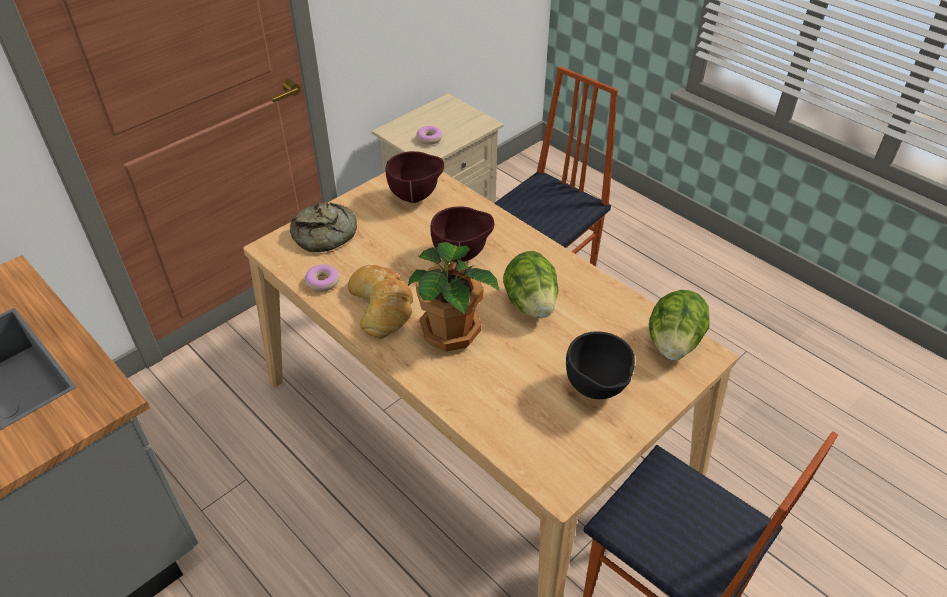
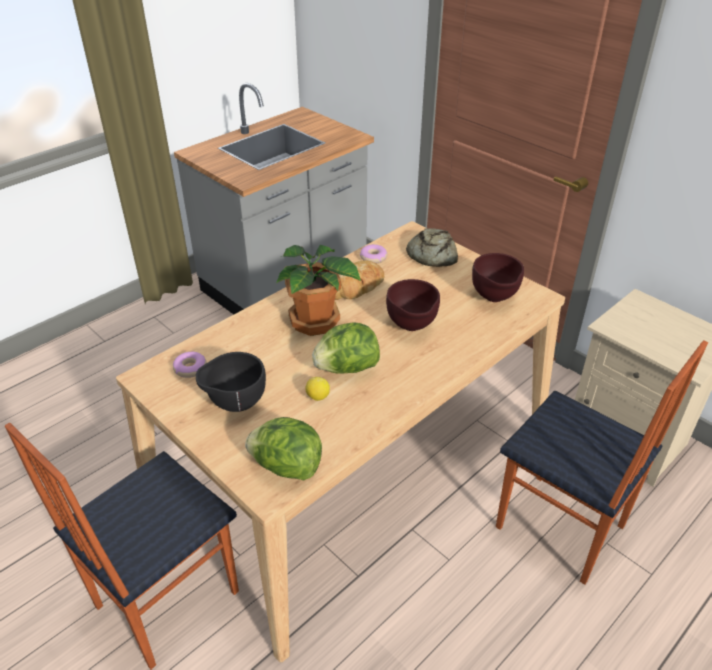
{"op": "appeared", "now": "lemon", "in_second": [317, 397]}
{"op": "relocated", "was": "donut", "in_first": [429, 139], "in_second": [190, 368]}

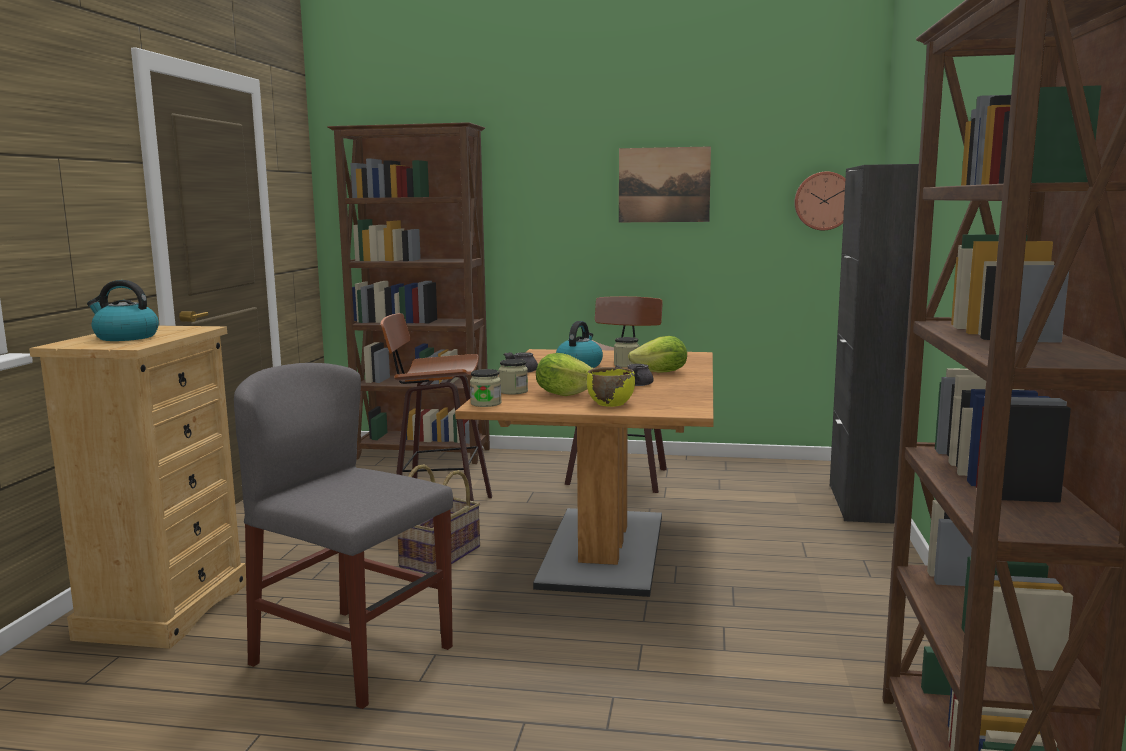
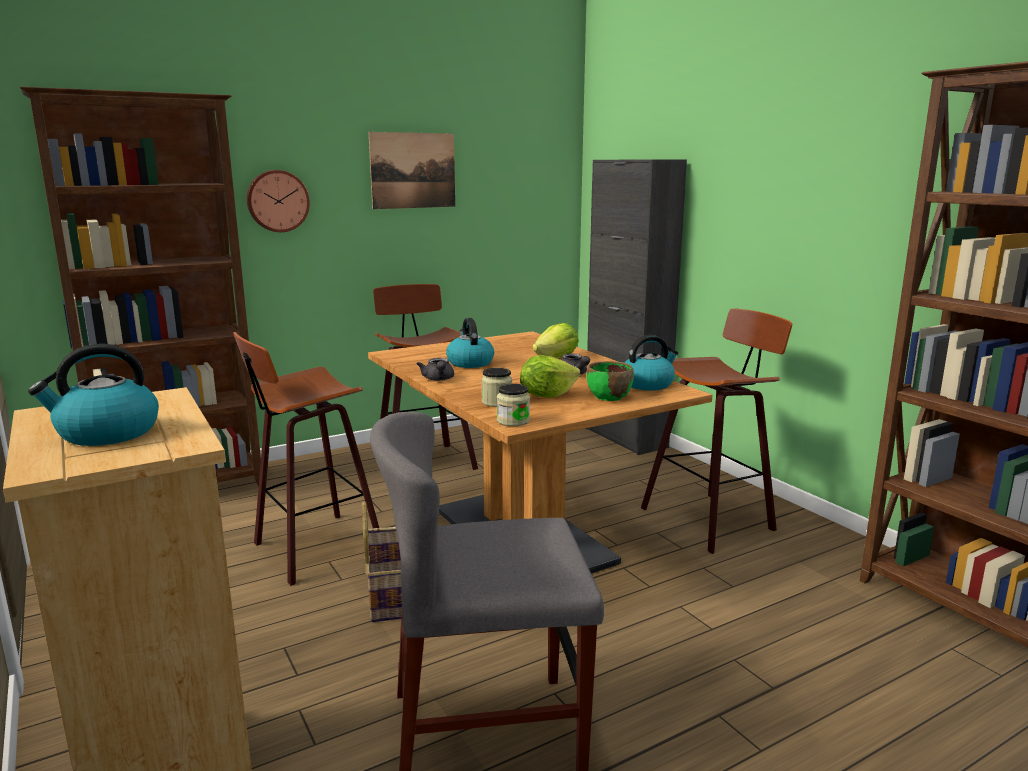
{"op": "missing", "was": "jar", "in_first": [626, 365]}
{"op": "appeared", "now": "kettle", "in_second": [648, 384]}
{"op": "appeared", "now": "stool", "in_second": [711, 519]}
{"op": "relocated", "was": "wall clock", "in_first": [823, 201], "in_second": [277, 201]}
{"op": "colour", "was": "bowl (yellow)", "now": "bowl (green)", "in_first": [610, 403], "in_second": [609, 397]}

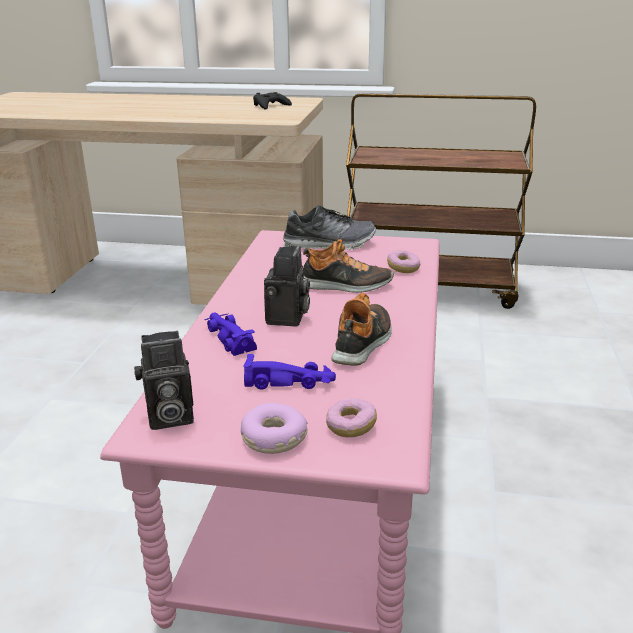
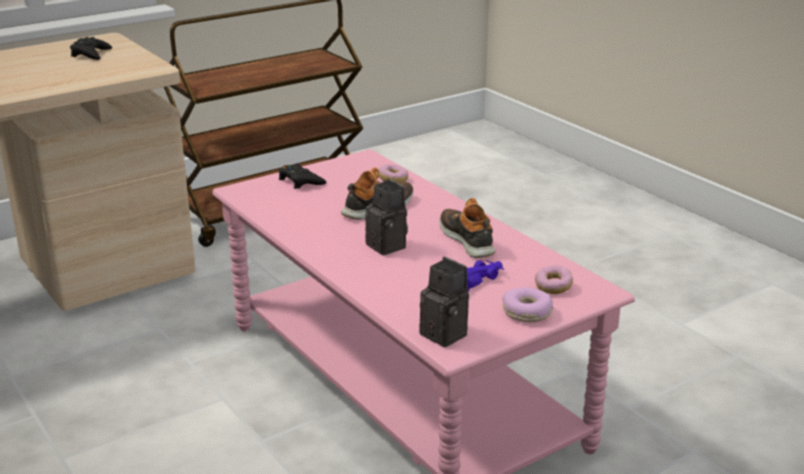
{"op": "missing", "was": "toy car (purple)", "in_first": [228, 337]}
{"op": "exchanged", "was": "shoe", "now": "game controller (black)", "in_first": [329, 245], "in_second": [300, 181]}
{"op": "spun", "was": "photo camera", "in_first": [167, 418], "in_second": [447, 334], "clockwise": -75}

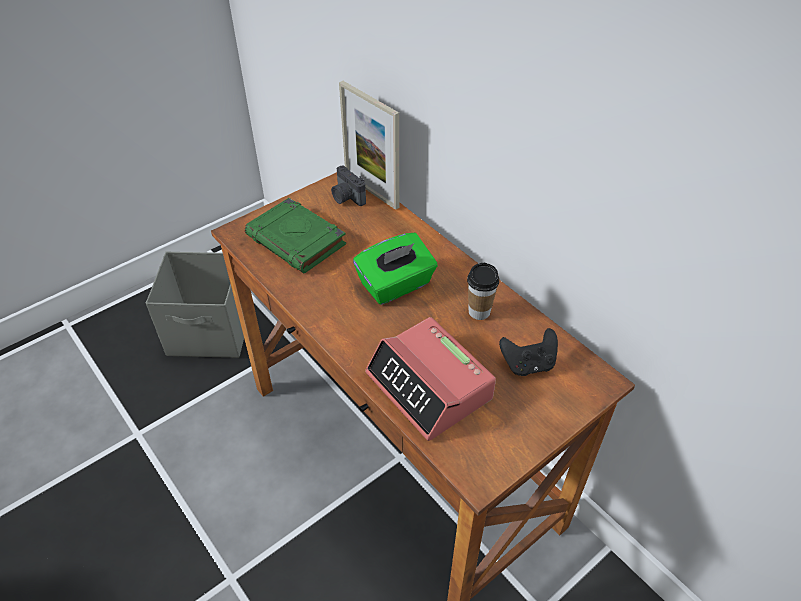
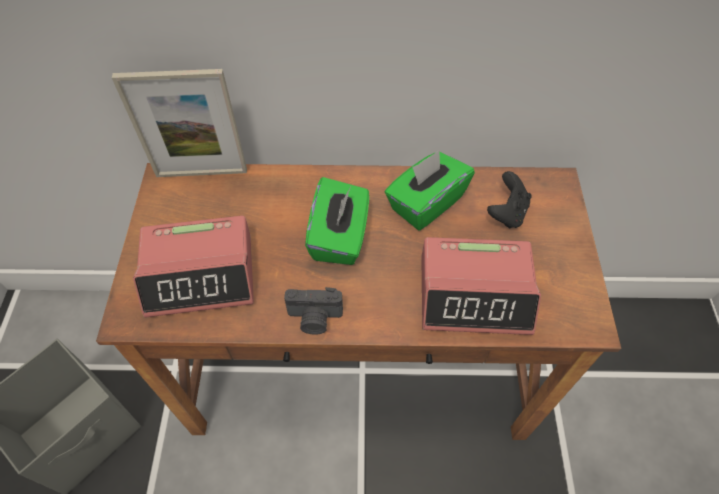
{"op": "relocated", "was": "photo camera", "in_first": [347, 197], "in_second": [314, 319]}
{"op": "exchanged", "was": "book (green)", "now": "alarm clock", "in_first": [297, 241], "in_second": [201, 274]}
{"op": "exchanged", "was": "cup", "now": "tissue box (green)", "in_first": [479, 312], "in_second": [425, 203]}

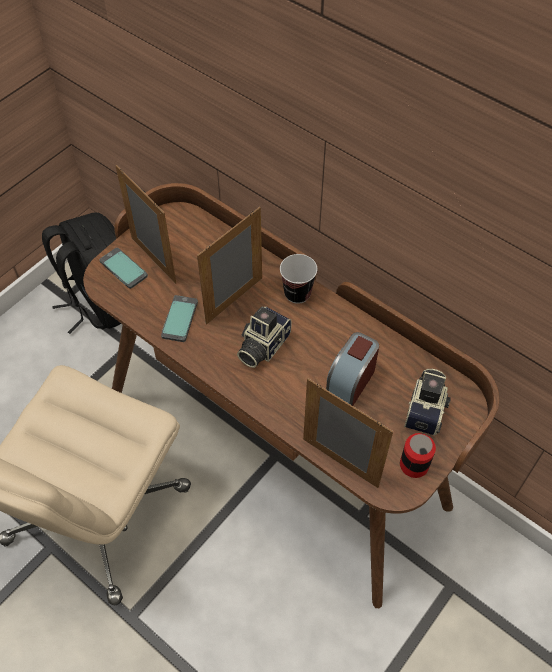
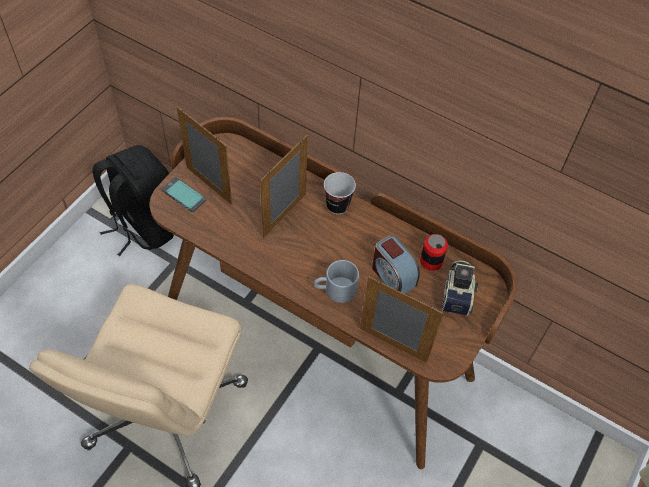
{"op": "missing", "was": "phone", "in_first": [179, 319]}
{"op": "missing", "was": "photo camera", "in_first": [262, 346]}
{"op": "appeared", "now": "mug (grey)", "in_second": [335, 290]}
{"op": "relocated", "was": "can", "in_first": [414, 465], "in_second": [431, 261]}
{"op": "spun", "was": "alarm clock", "in_first": [351, 380], "in_second": [392, 276], "clockwise": -60}

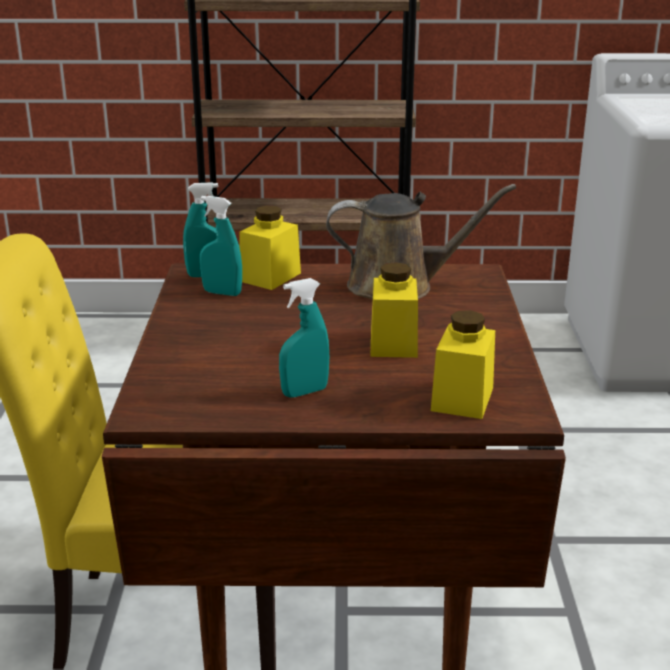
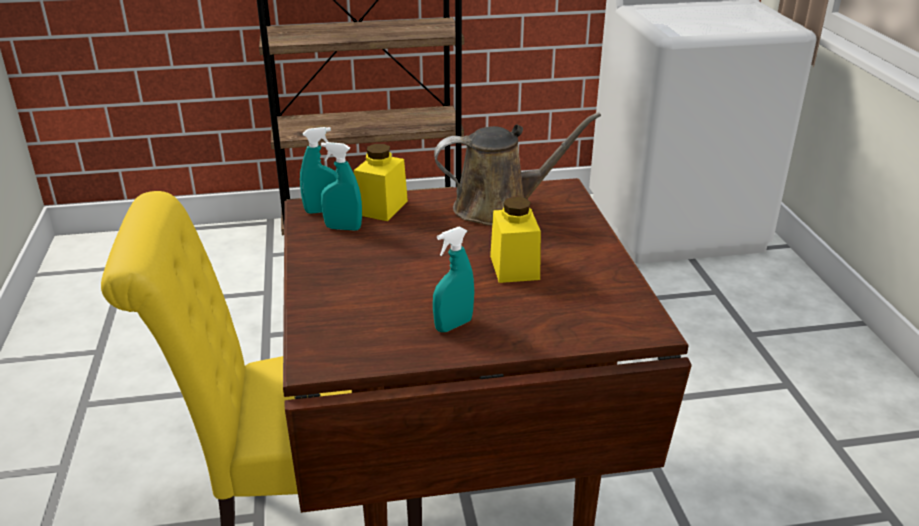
{"op": "missing", "was": "jar (yellow)", "in_first": [462, 399]}

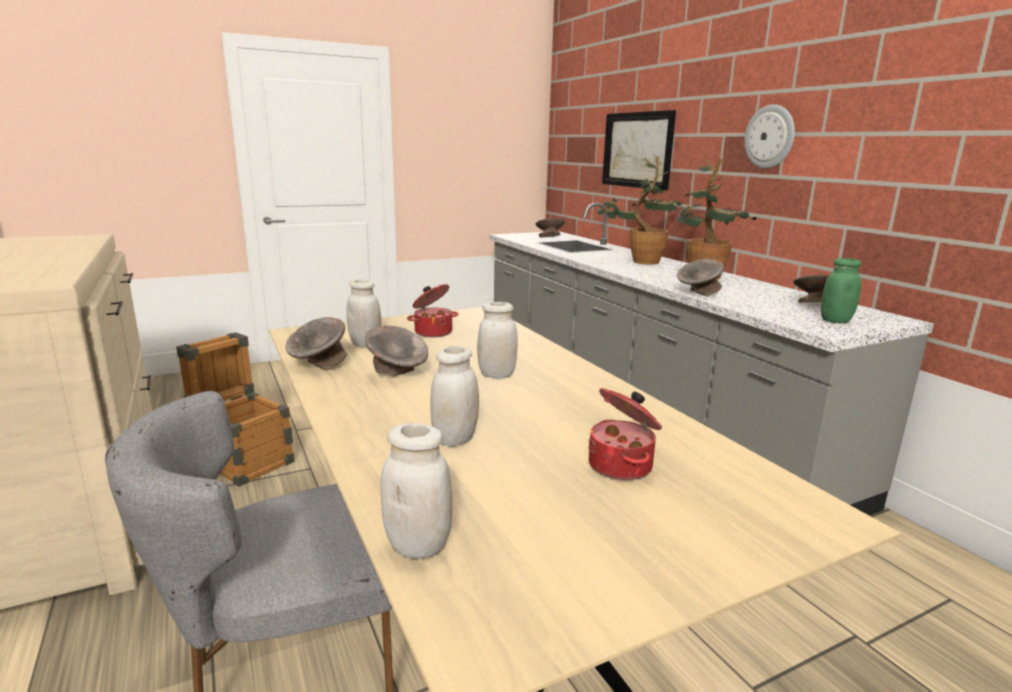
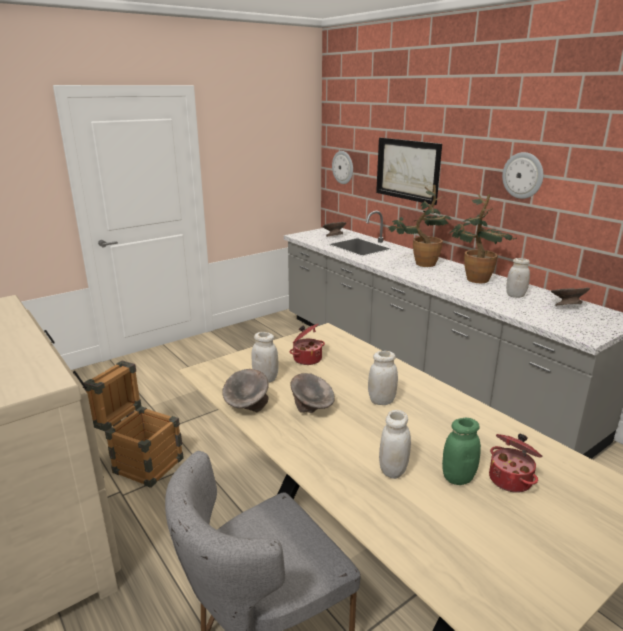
{"op": "missing", "was": "bowl (grey)", "in_first": [698, 293]}
{"op": "appeared", "now": "wall clock", "in_second": [343, 167]}
{"op": "relocated", "was": "jar (white)", "in_first": [418, 546], "in_second": [515, 295]}
{"op": "relocated", "was": "jar (green)", "in_first": [835, 320], "in_second": [458, 478]}

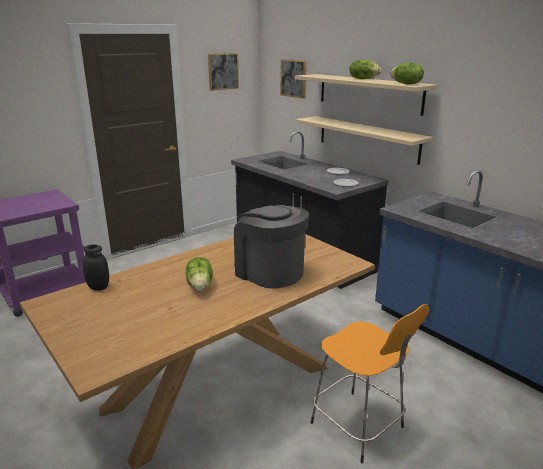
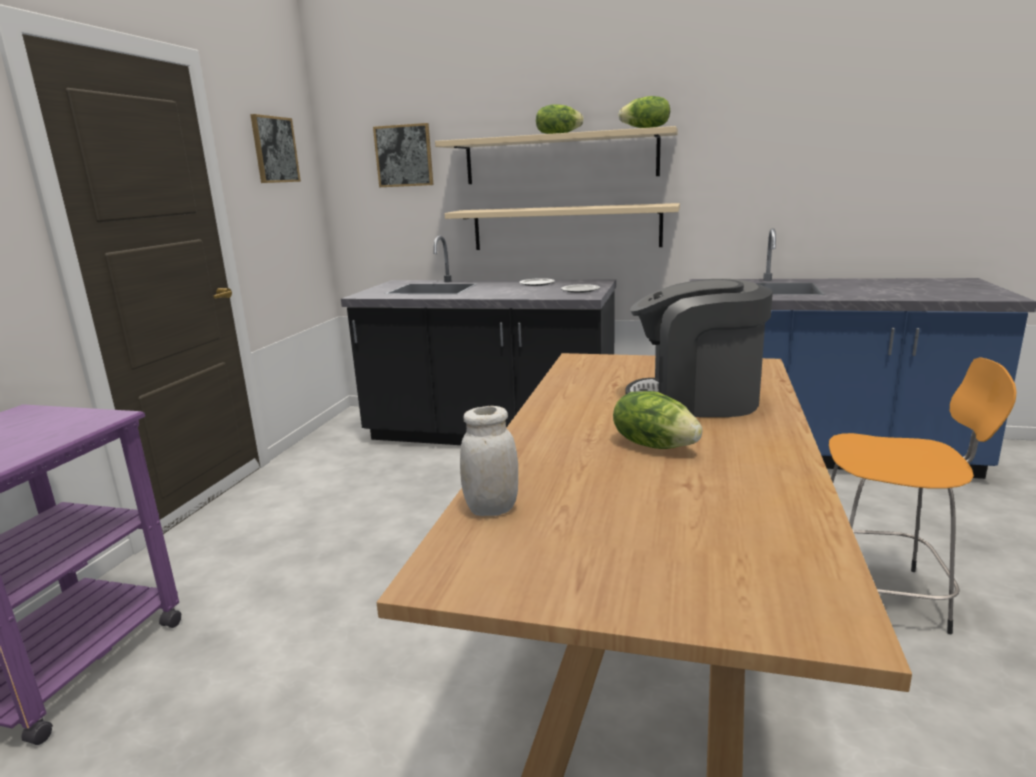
{"op": "colour", "was": "jar (black)", "now": "jar (white)", "in_first": [98, 287], "in_second": [491, 509]}

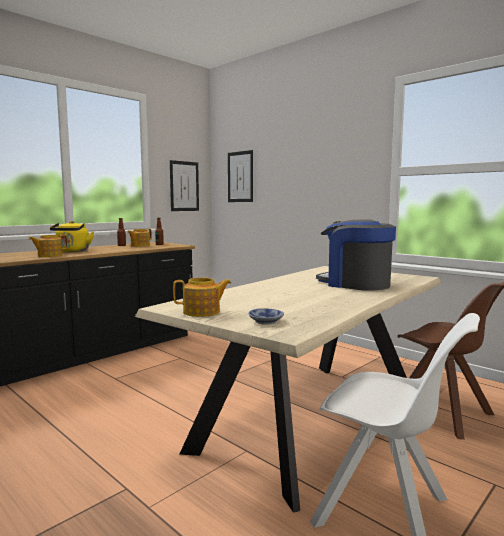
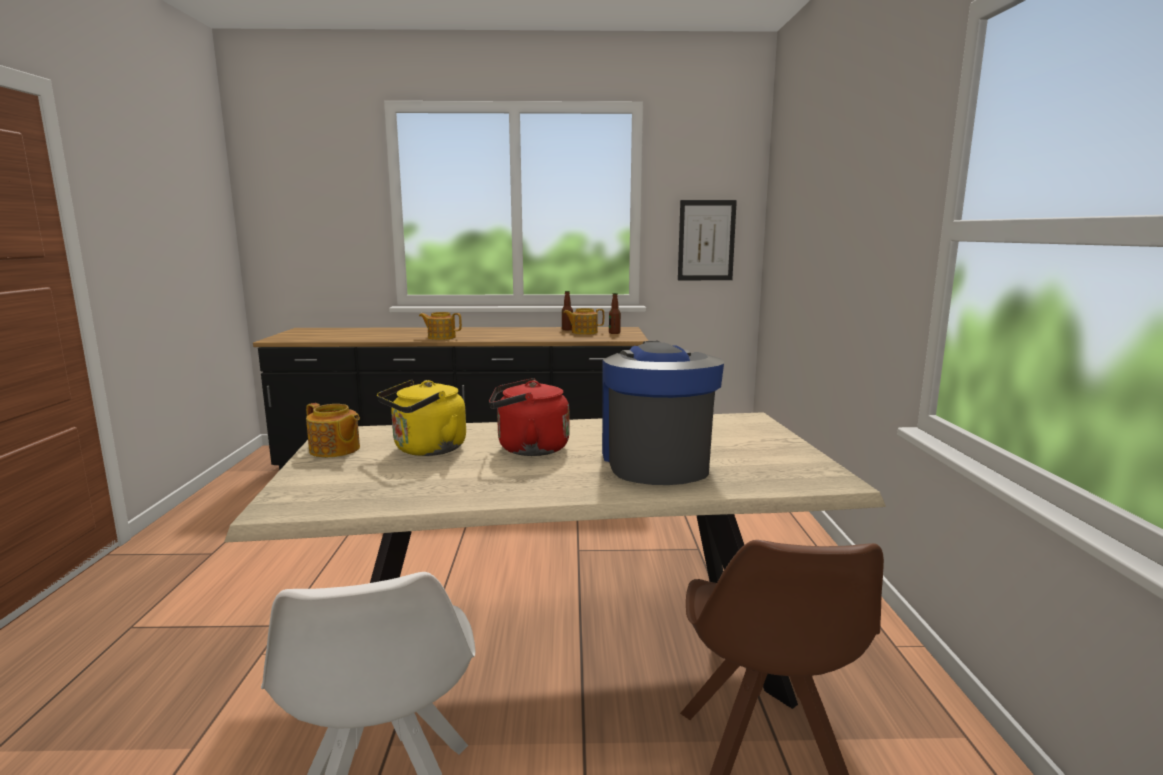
{"op": "missing", "was": "picture", "in_first": [240, 177]}
{"op": "missing", "was": "bowl", "in_first": [264, 321]}
{"op": "appeared", "now": "kettle (red)", "in_second": [528, 449]}
{"op": "relocated", "was": "kettle (yellow)", "in_first": [72, 251], "in_second": [426, 450]}

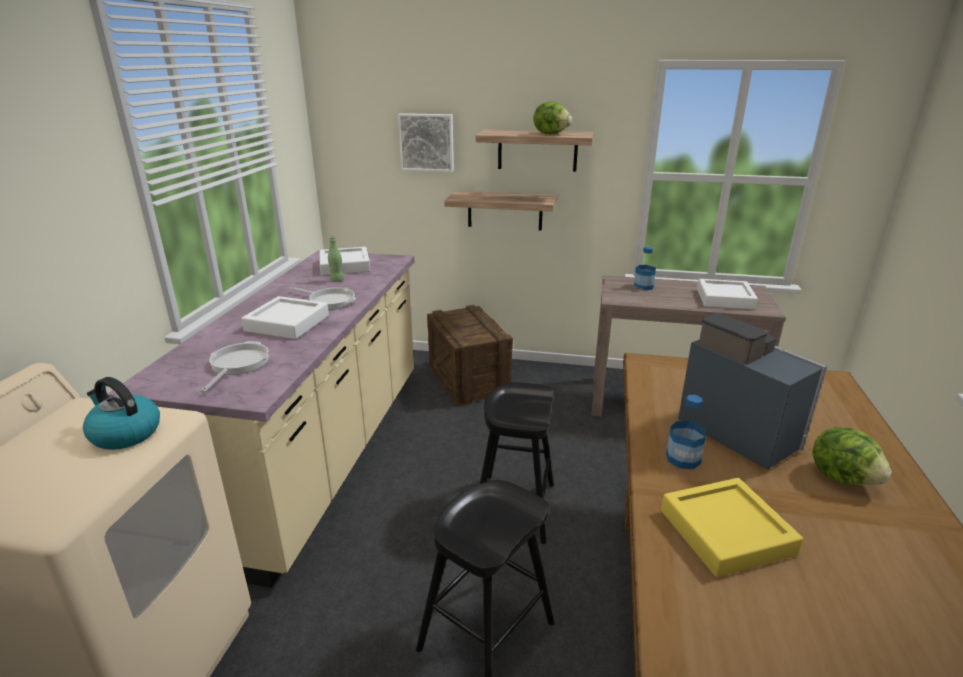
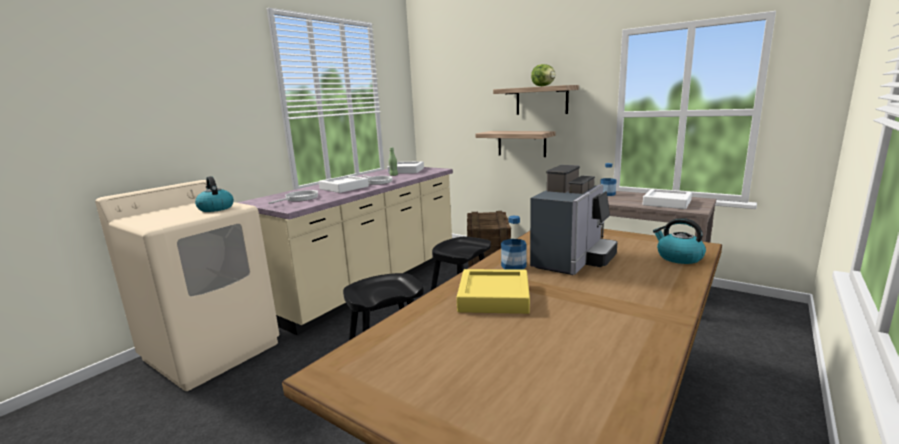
{"op": "missing", "was": "picture", "in_first": [427, 142]}
{"op": "missing", "was": "lettuce", "in_first": [843, 477]}
{"op": "appeared", "now": "kettle", "in_second": [678, 257]}
{"op": "spun", "was": "coffee machine", "in_first": [737, 431], "in_second": [572, 260], "clockwise": 45}

